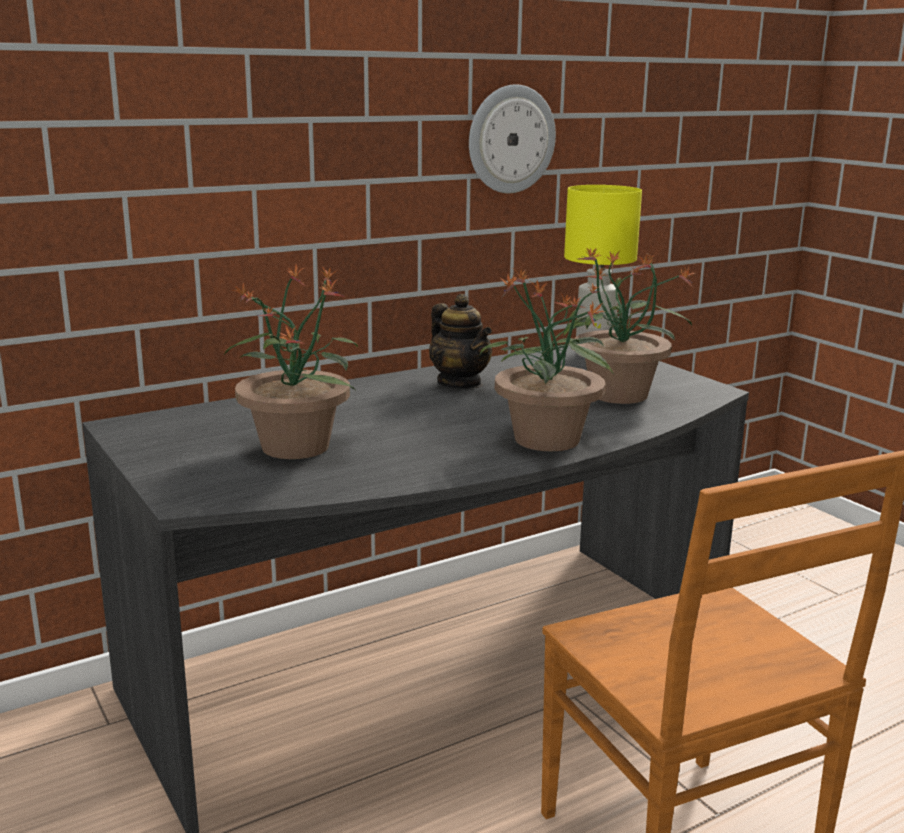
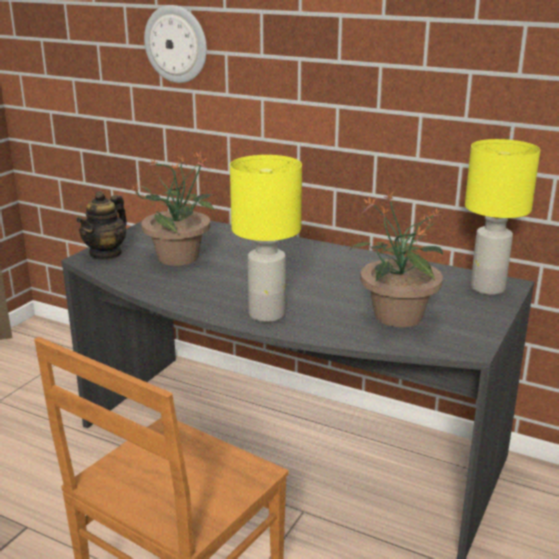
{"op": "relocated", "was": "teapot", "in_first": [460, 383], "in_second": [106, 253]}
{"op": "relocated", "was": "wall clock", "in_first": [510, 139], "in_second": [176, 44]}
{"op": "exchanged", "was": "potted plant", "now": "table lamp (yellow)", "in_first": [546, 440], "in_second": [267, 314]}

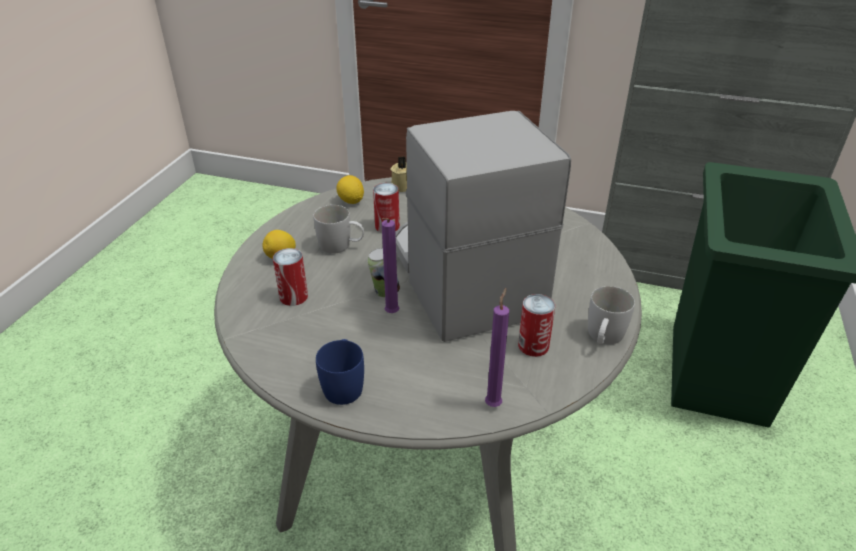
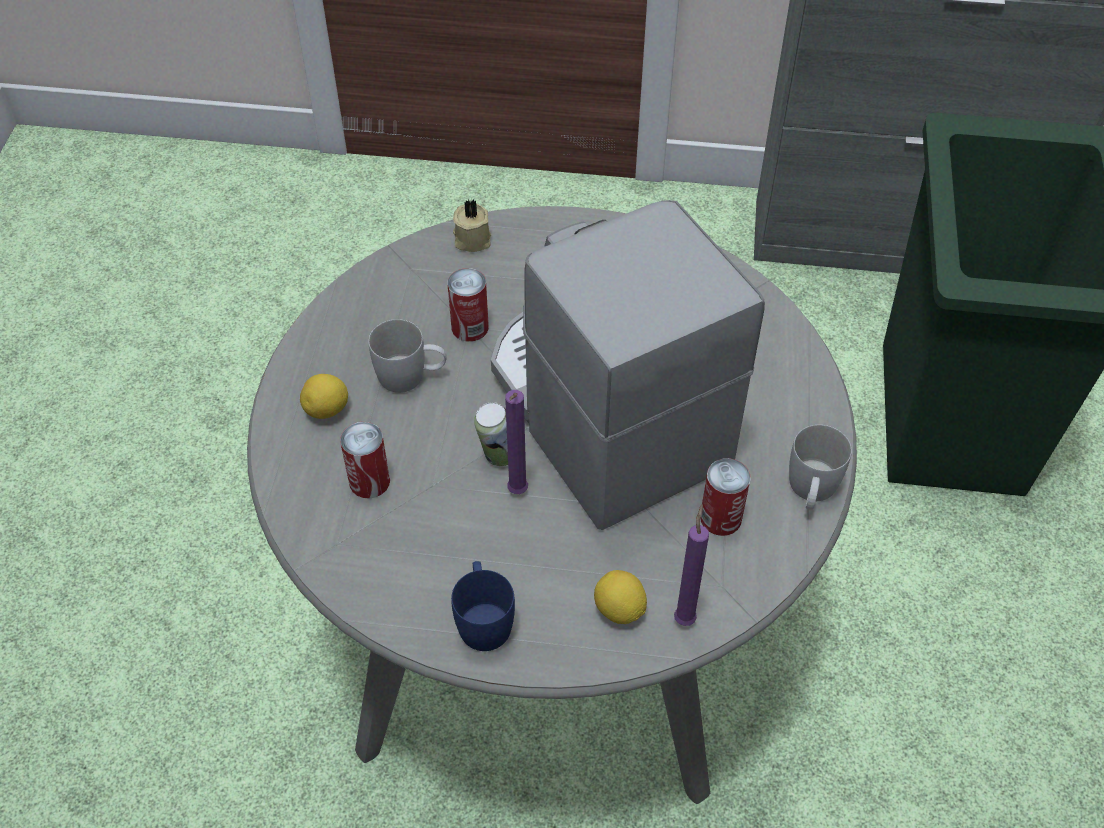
{"op": "relocated", "was": "lemon", "in_first": [351, 201], "in_second": [619, 609]}

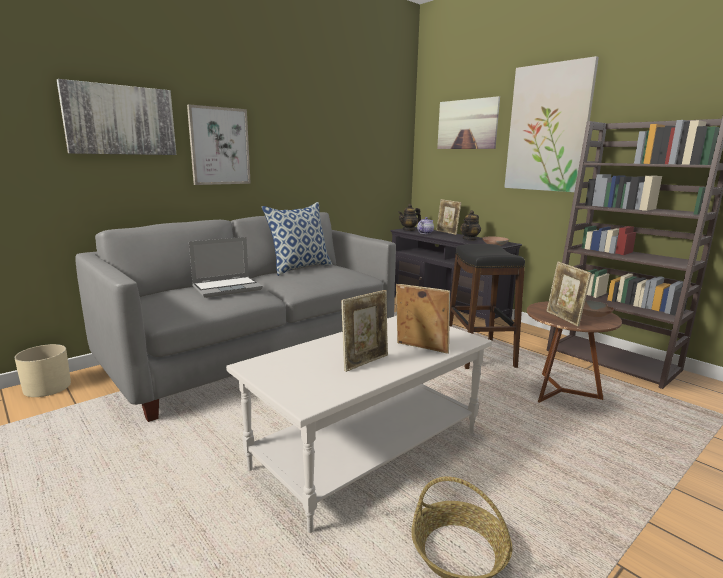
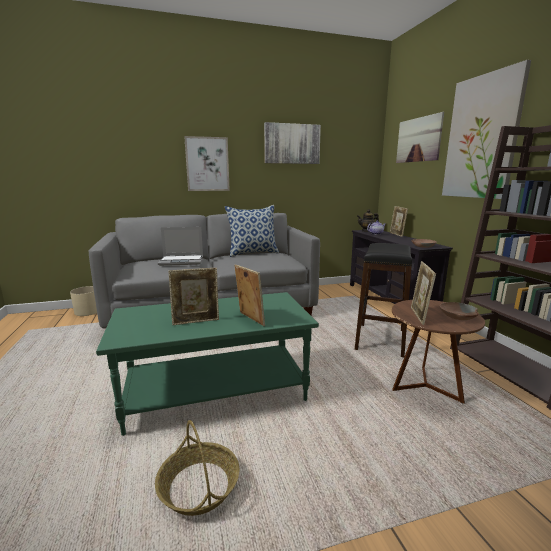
{"op": "missing", "was": "teapot", "in_first": [470, 239]}
{"op": "relocated", "was": "picture", "in_first": [120, 120], "in_second": [292, 144]}
{"op": "colour", "was": "coffee table (white)", "now": "coffee table (green)", "in_first": [367, 449], "in_second": [216, 391]}

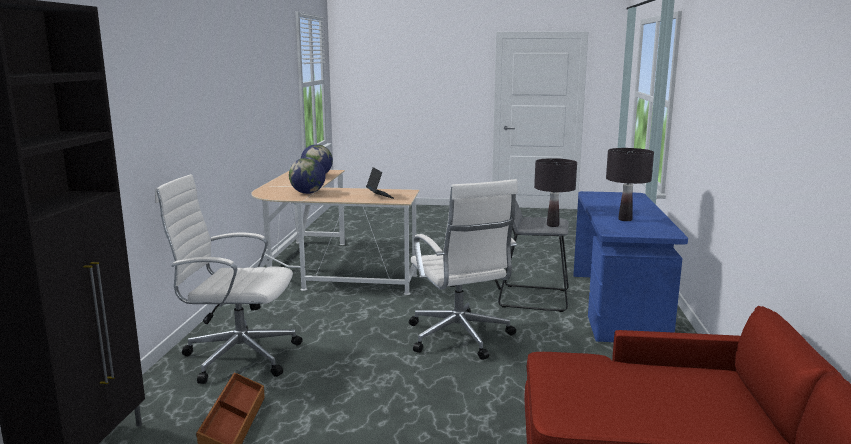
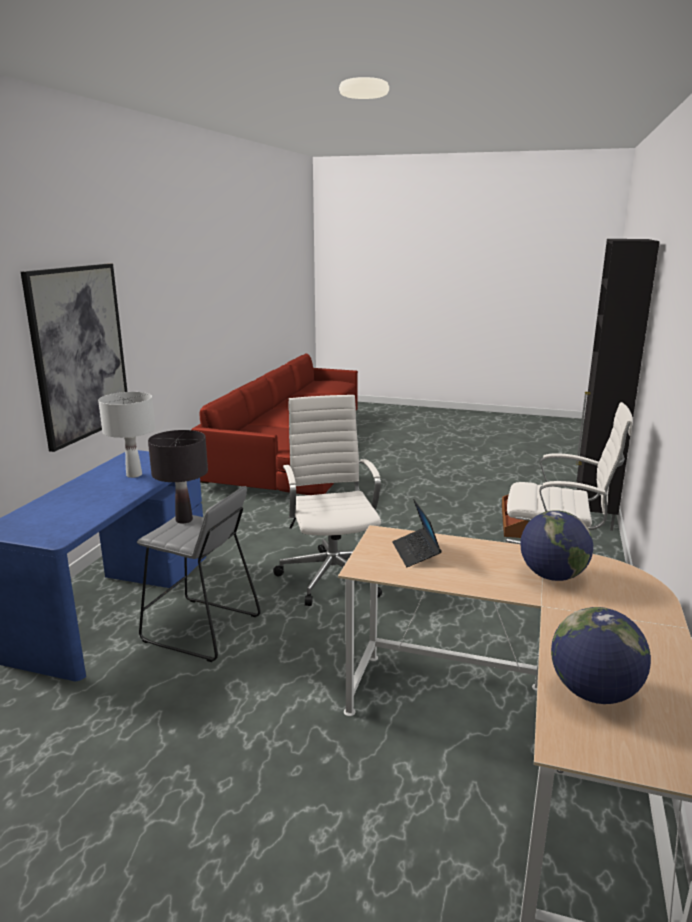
{"op": "appeared", "now": "picture", "in_second": [79, 353]}
{"op": "colour", "was": "table lamp (black)", "now": "table lamp (white)", "in_first": [625, 219], "in_second": [134, 475]}

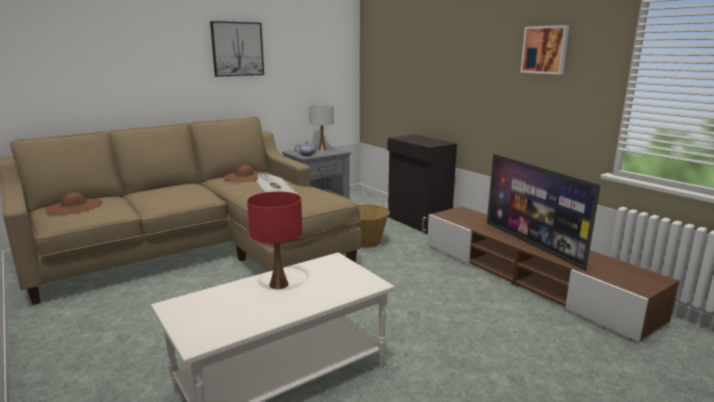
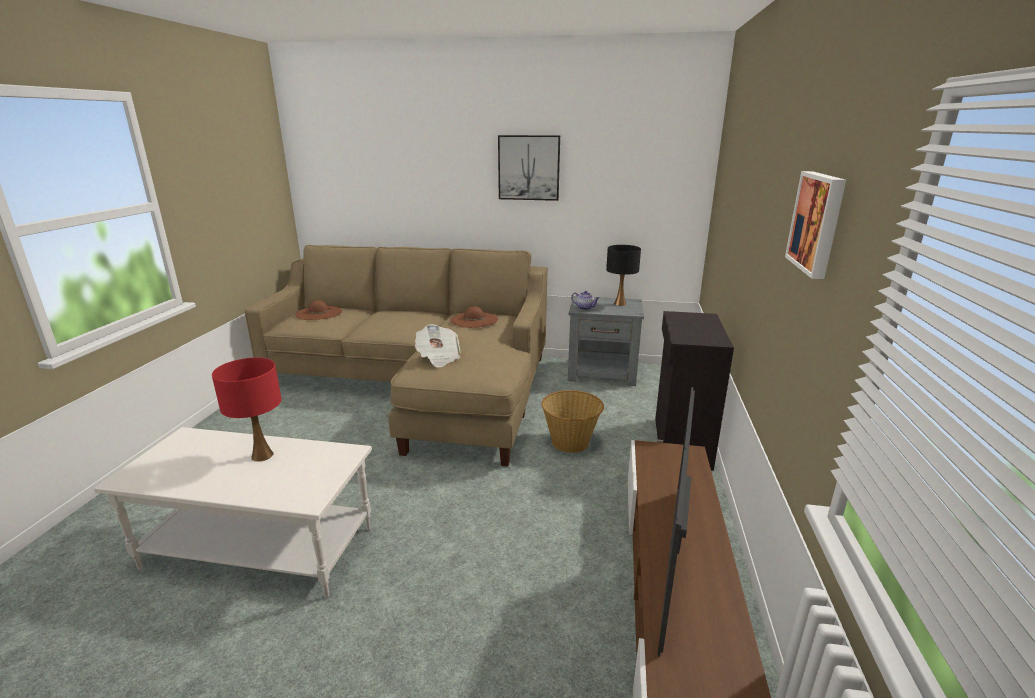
{"op": "colour", "was": "table lamp (white)", "now": "table lamp (black)", "in_first": [322, 149], "in_second": [620, 303]}

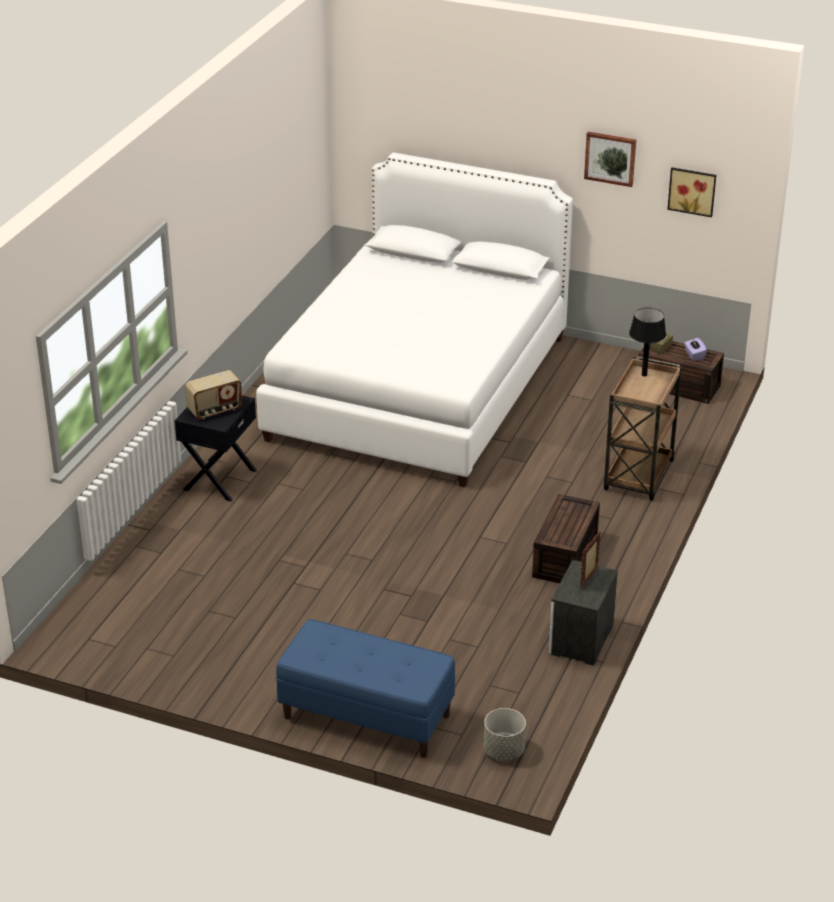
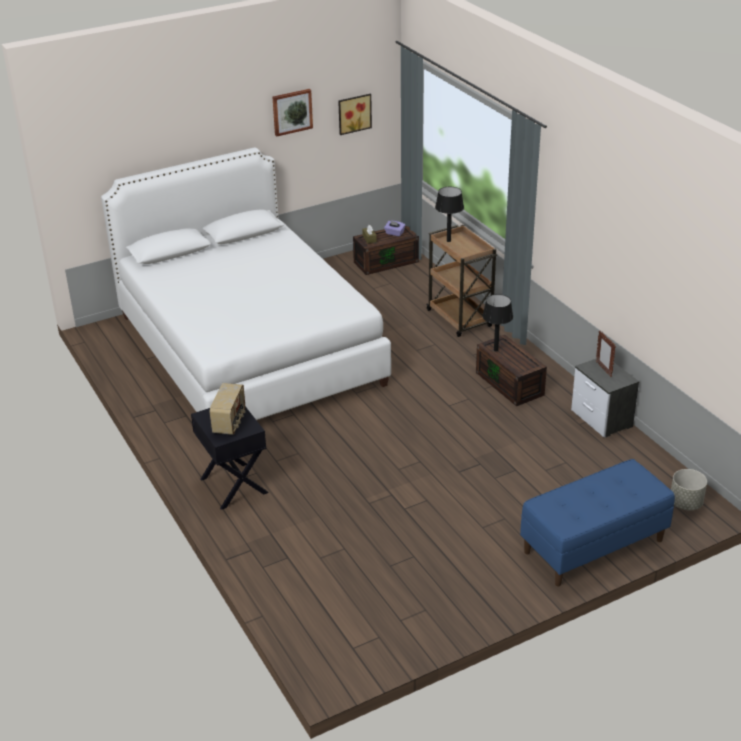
{"op": "appeared", "now": "table lamp (black)", "in_second": [495, 350]}

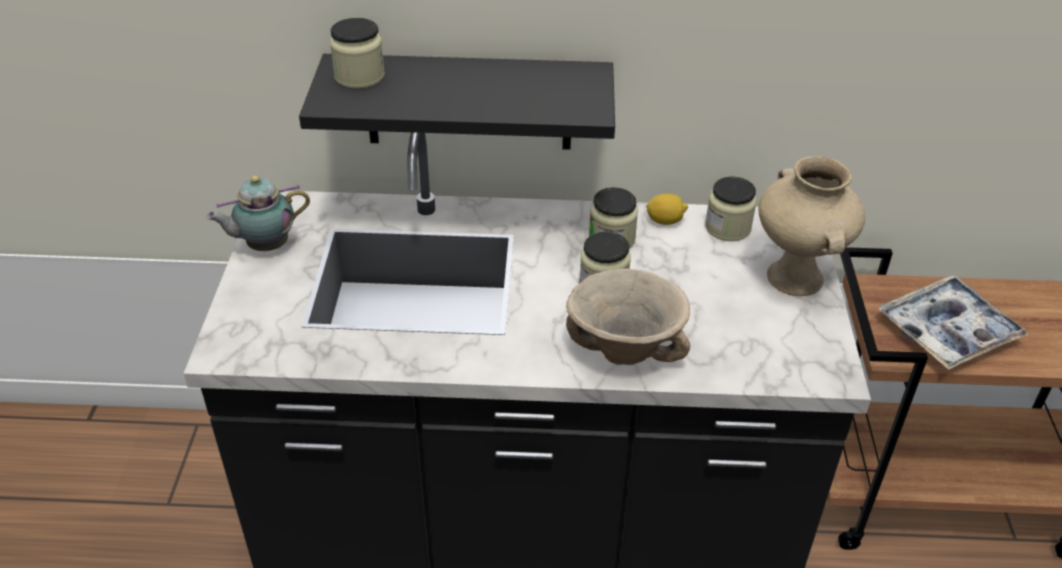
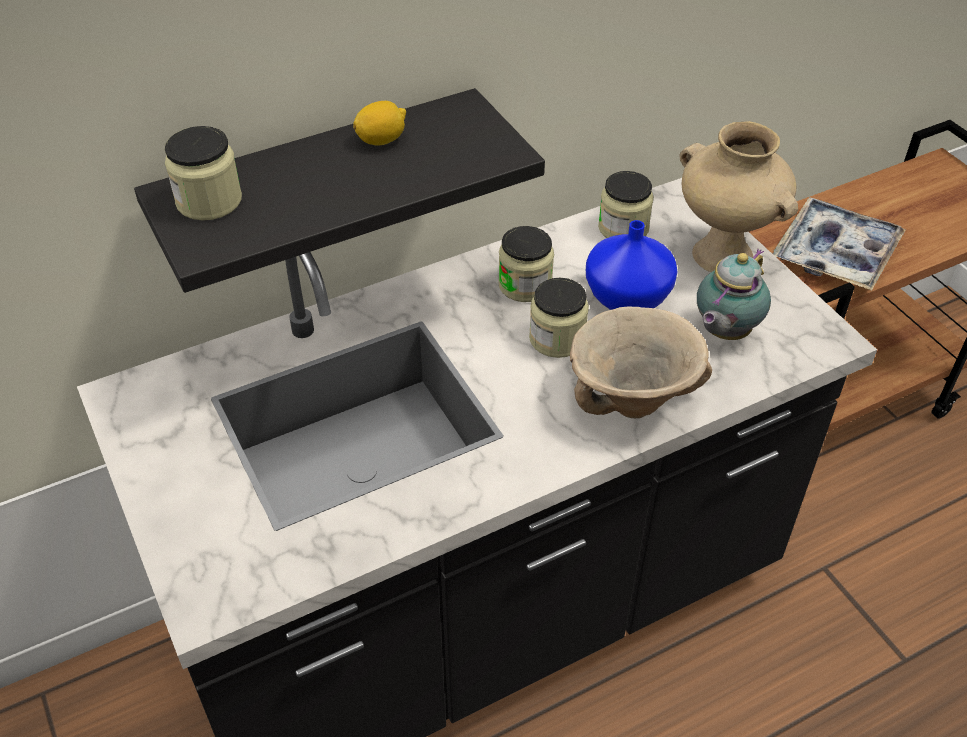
{"op": "appeared", "now": "vase (blue)", "in_second": [629, 298]}
{"op": "relocated", "was": "teapot", "in_first": [265, 246], "in_second": [723, 333]}
{"op": "relocated", "was": "lemon", "in_first": [665, 221], "in_second": [381, 140]}

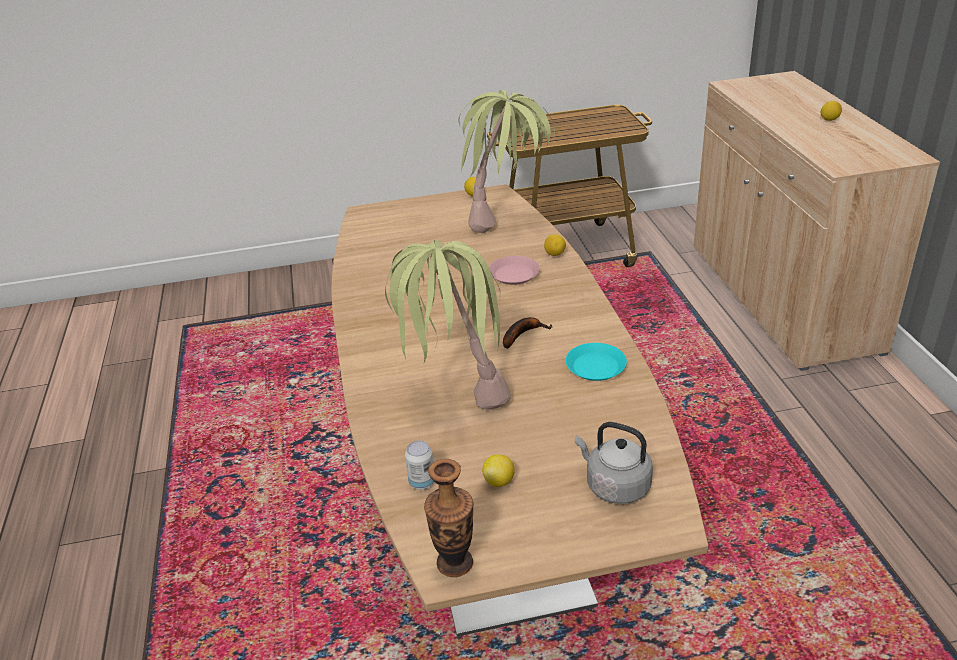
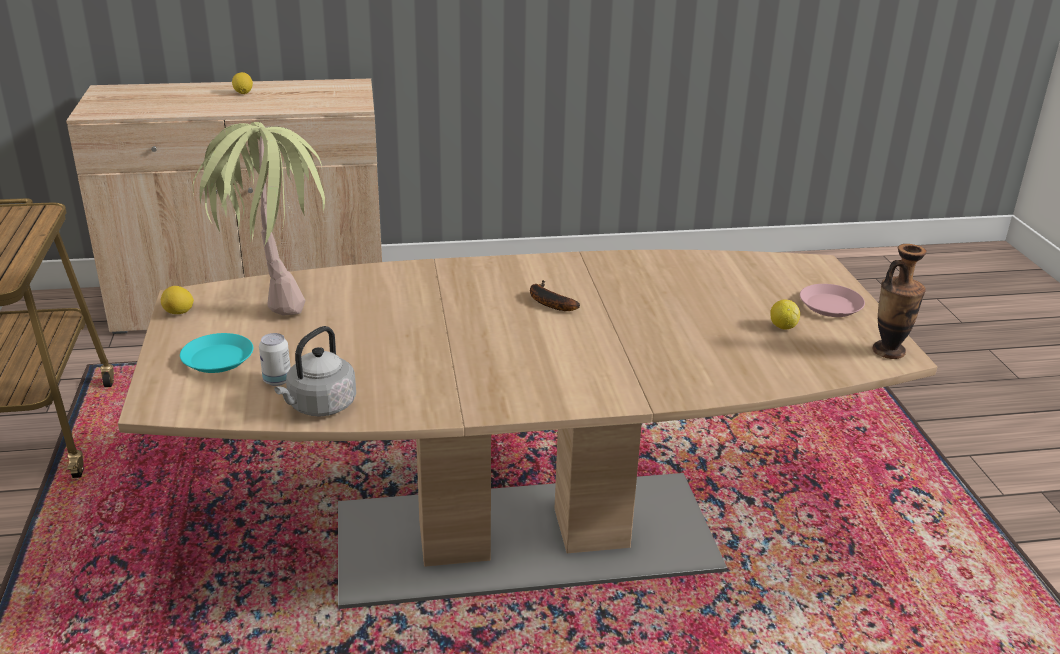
{"op": "missing", "was": "potted plant", "in_first": [453, 397]}
{"op": "missing", "was": "lemon", "in_first": [554, 254]}
{"op": "relocated", "was": "can", "in_first": [422, 482], "in_second": [277, 380]}
{"op": "relocated", "was": "plate (pink)", "in_first": [514, 274], "in_second": [830, 305]}
{"op": "relocated", "was": "plate (turquoise)", "in_first": [595, 366], "in_second": [217, 359]}
{"op": "relocated", "was": "kettle (grey)", "in_first": [614, 486], "in_second": [319, 406]}

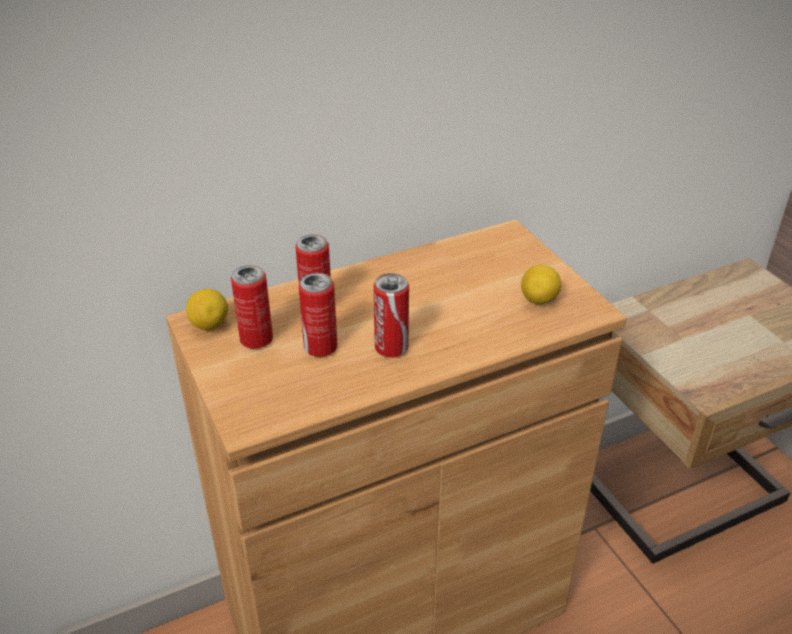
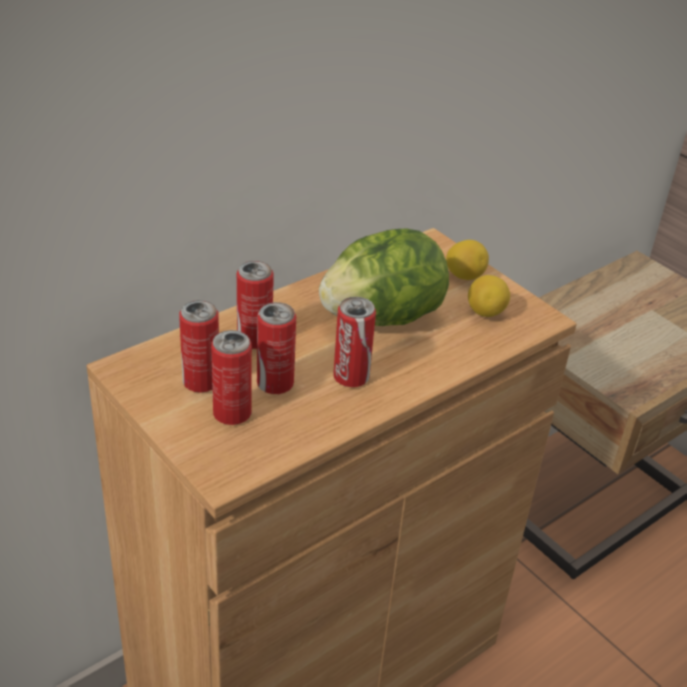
{"op": "appeared", "now": "can", "in_second": [232, 414]}
{"op": "appeared", "now": "lettuce", "in_second": [382, 317]}
{"op": "relocated", "was": "lemon", "in_first": [209, 325], "in_second": [464, 276]}

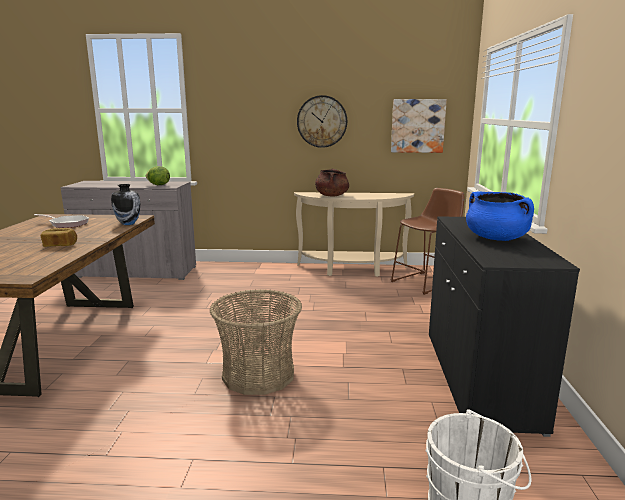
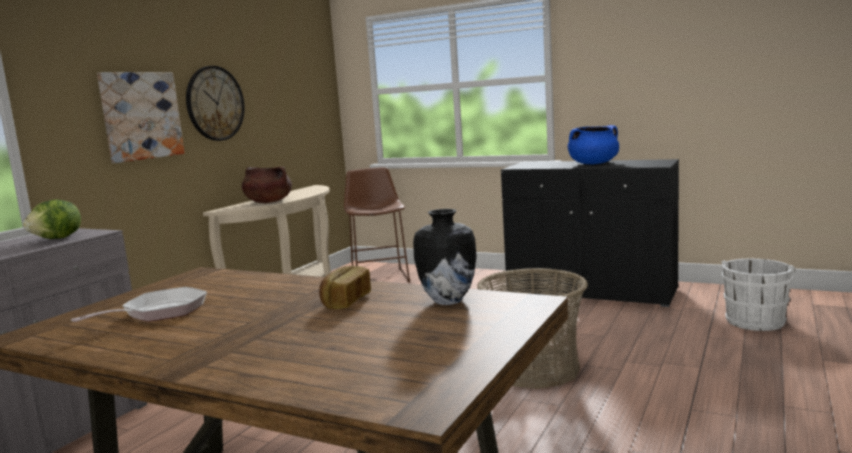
{"op": "relocated", "was": "vase", "in_first": [128, 224], "in_second": [447, 301]}
{"op": "relocated", "was": "picture", "in_first": [417, 126], "in_second": [141, 116]}

